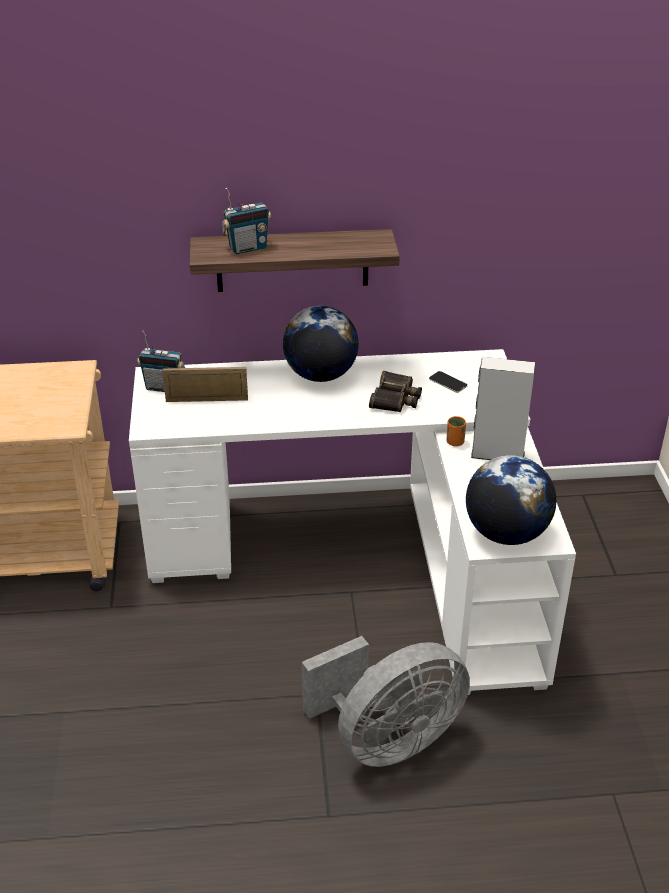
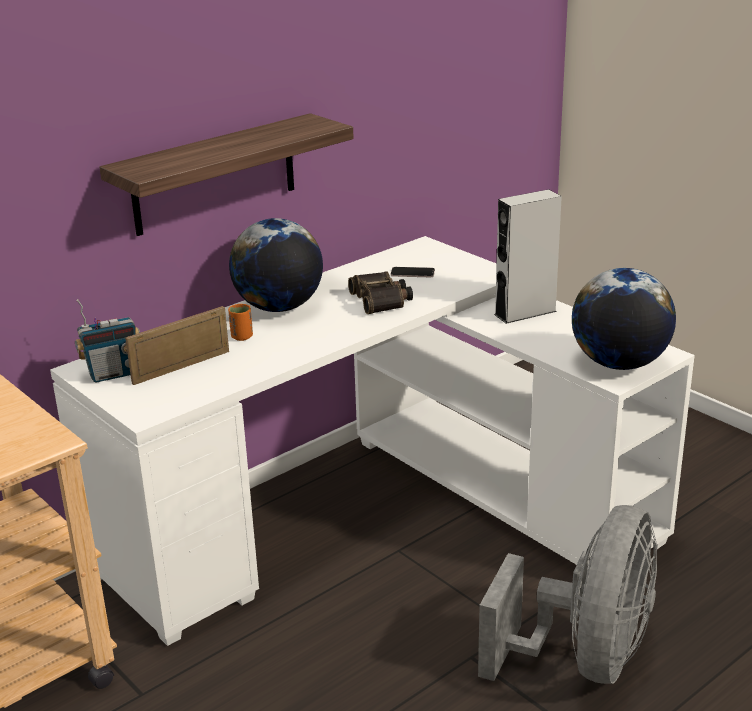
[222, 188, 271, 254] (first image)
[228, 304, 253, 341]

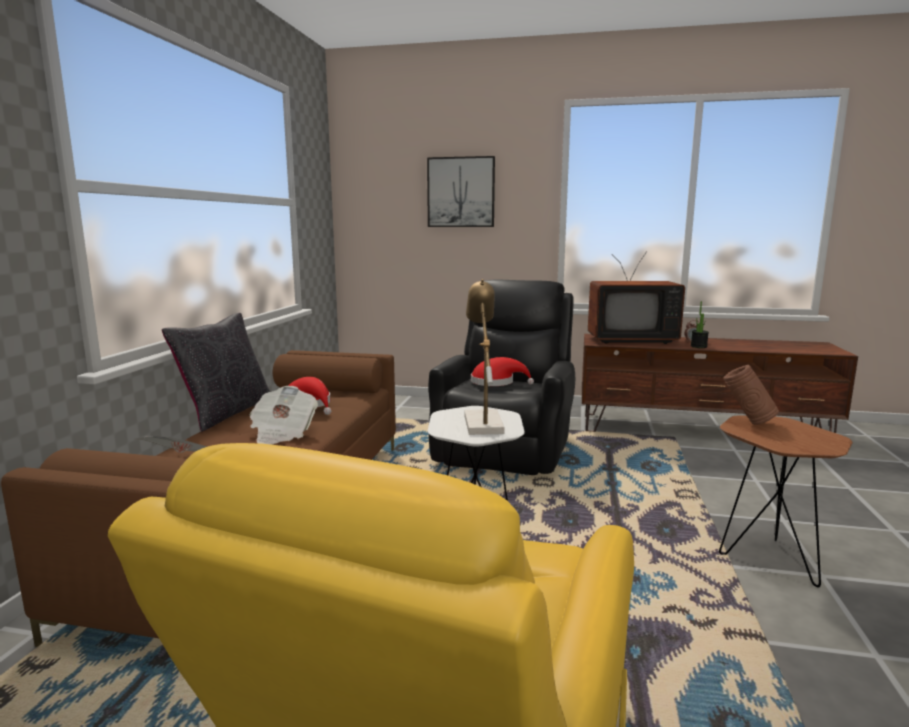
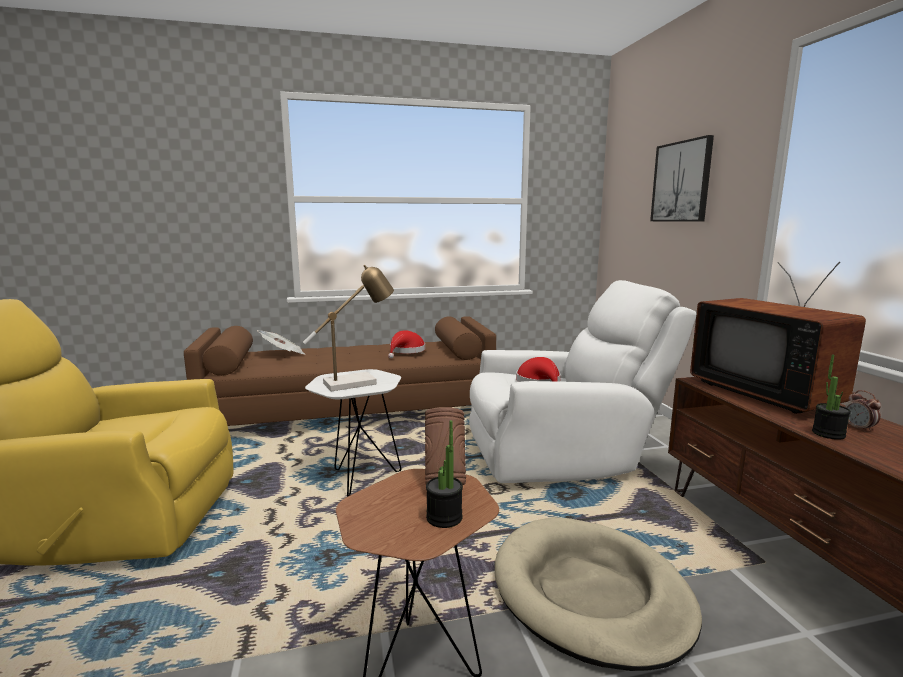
[469, 280, 697, 483]
[162, 313, 270, 432] (first image)
[249, 386, 318, 445] (first image)
[426, 420, 463, 528]
[495, 517, 702, 671]

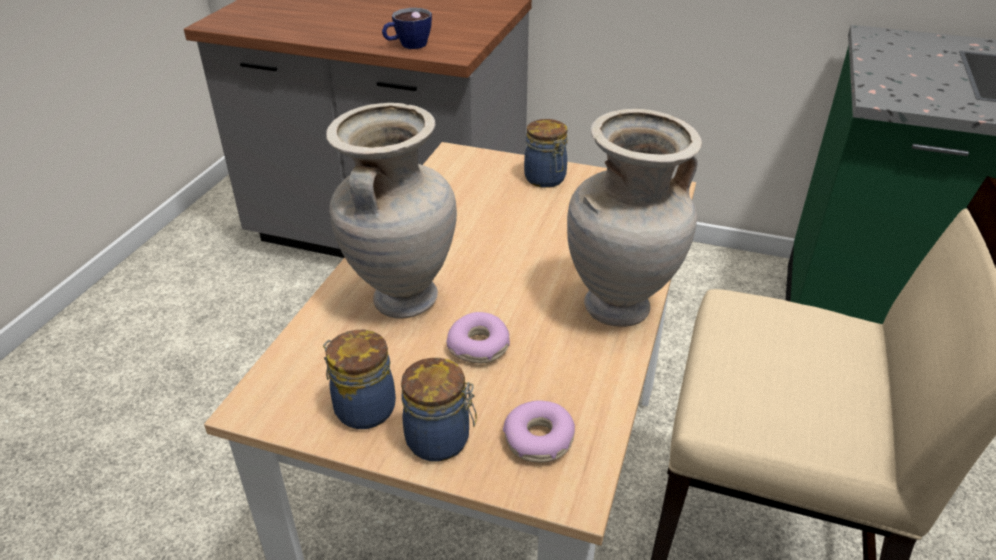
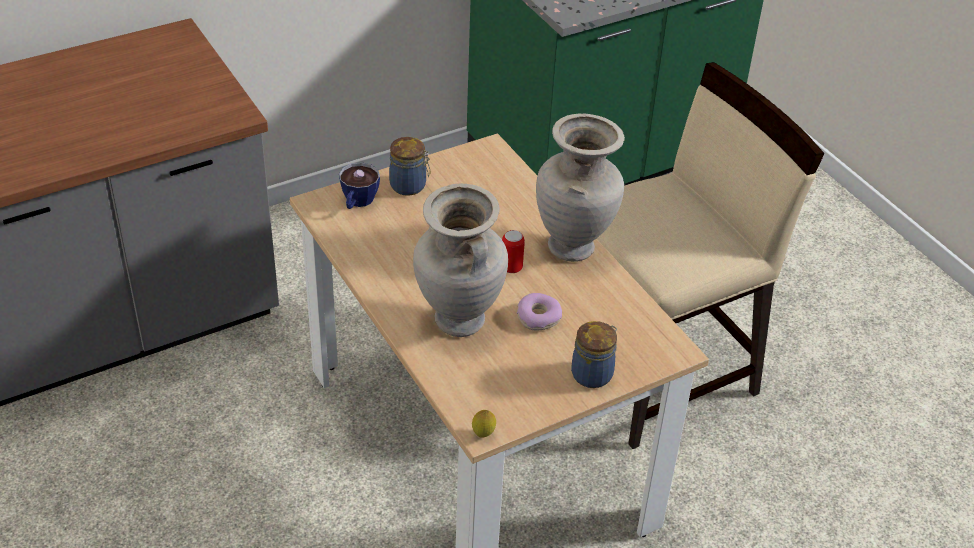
[339, 162, 380, 209]
[323, 330, 396, 429] (first image)
[503, 401, 575, 463] (first image)
[502, 230, 525, 273]
[472, 410, 496, 438]

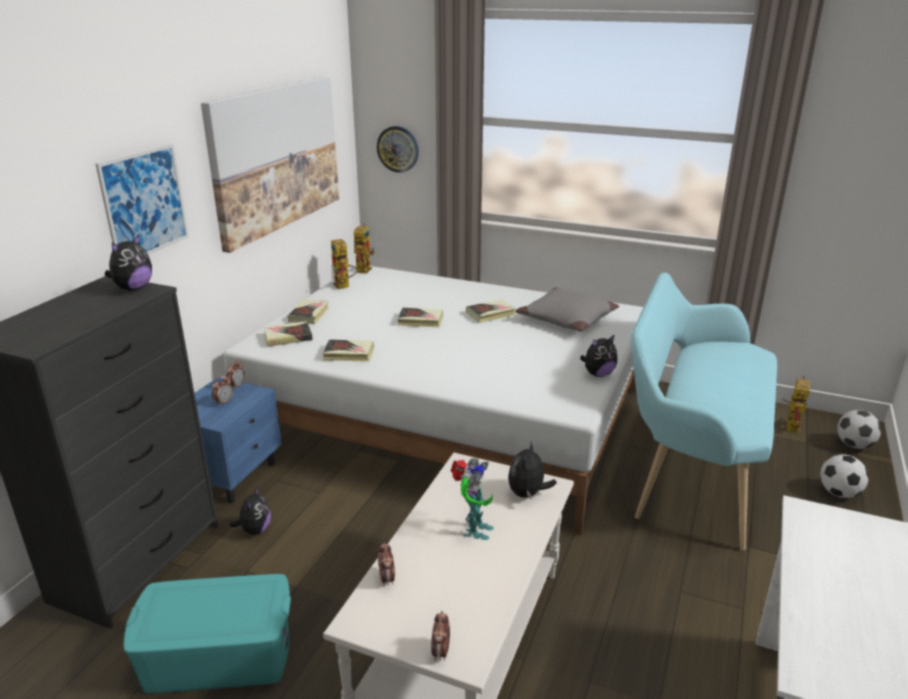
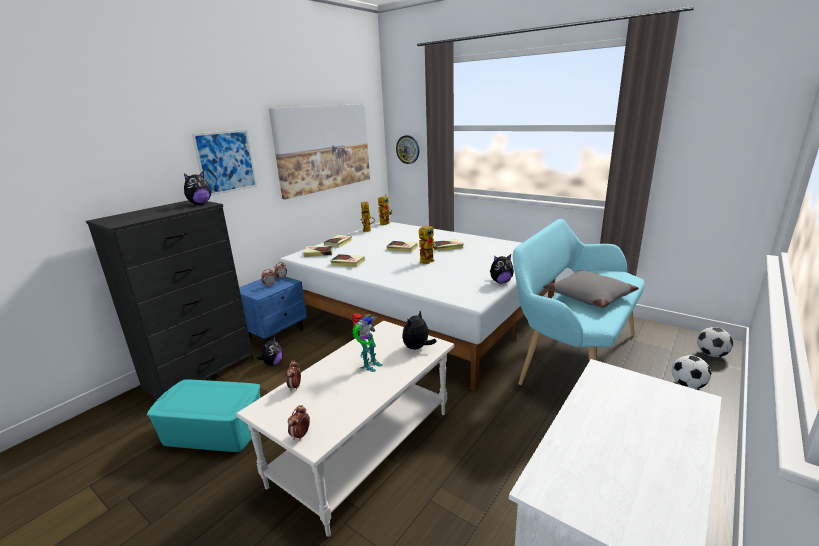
[543, 270, 639, 308]
[419, 223, 438, 265]

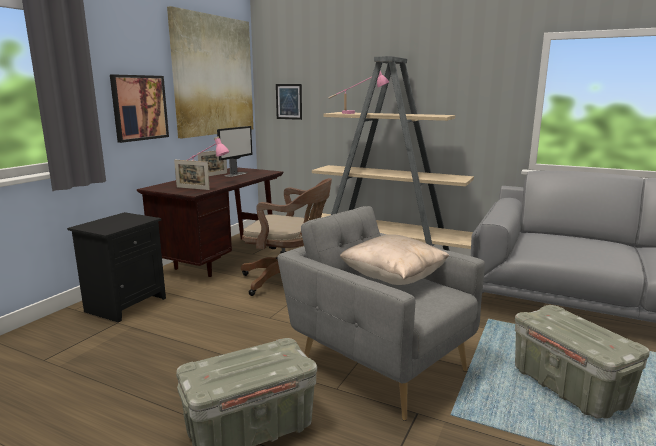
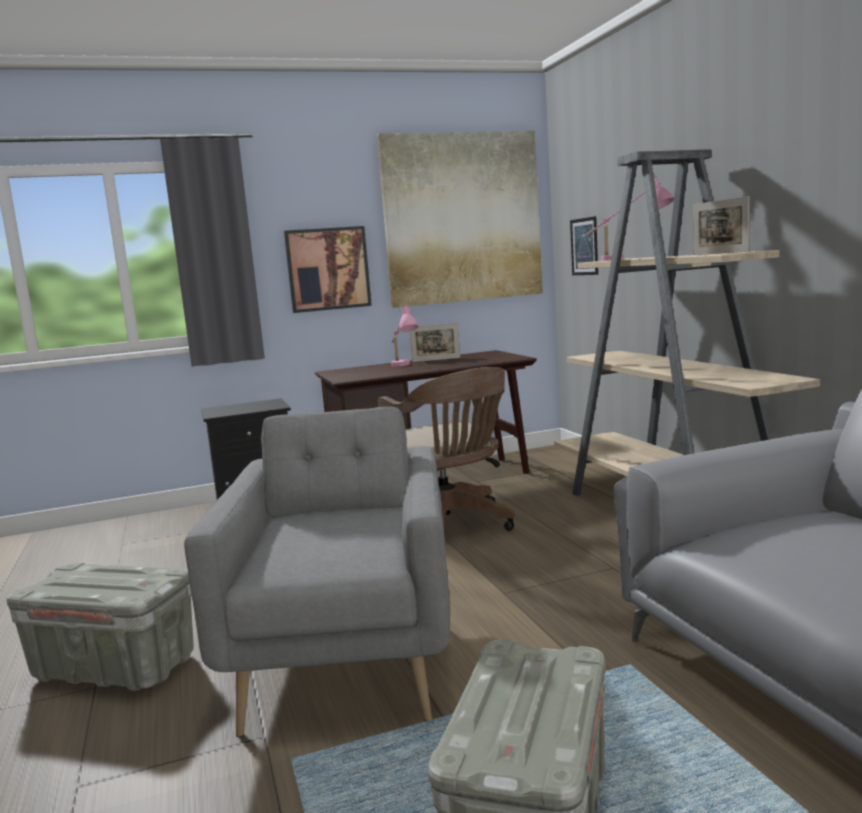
[217, 126, 252, 177] (first image)
[693, 196, 749, 255]
[340, 234, 449, 285] (first image)

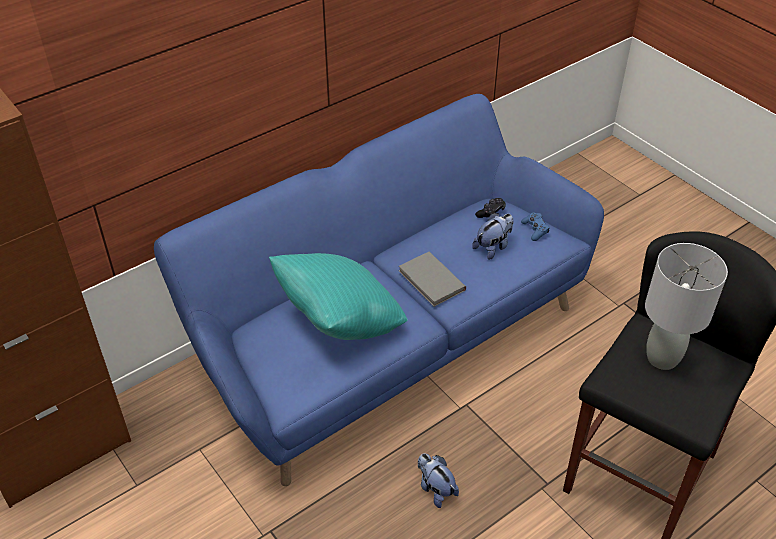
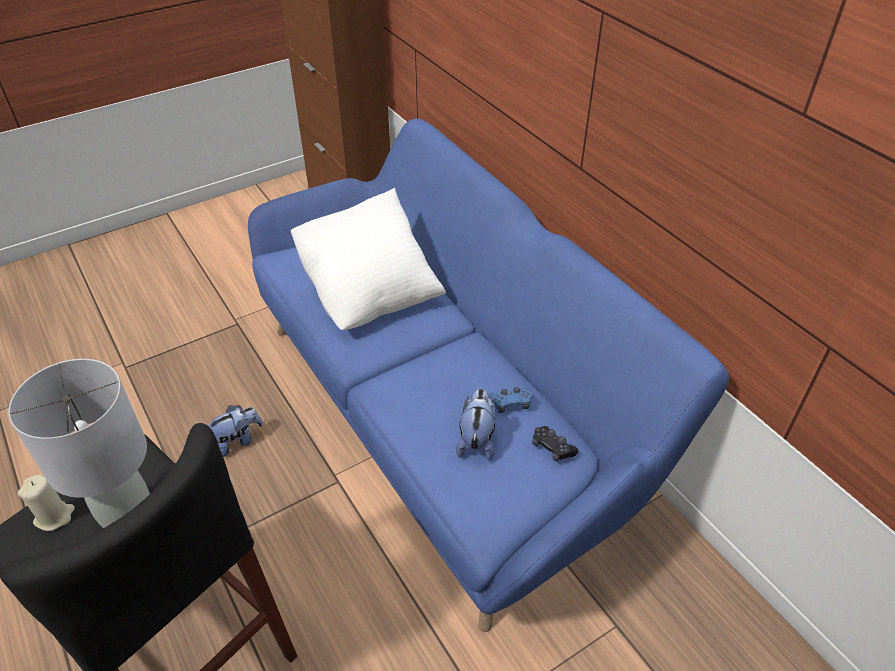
[456, 389, 495, 461]
[489, 387, 532, 413]
[399, 251, 466, 307] (first image)
[291, 188, 446, 330]
[18, 475, 75, 531]

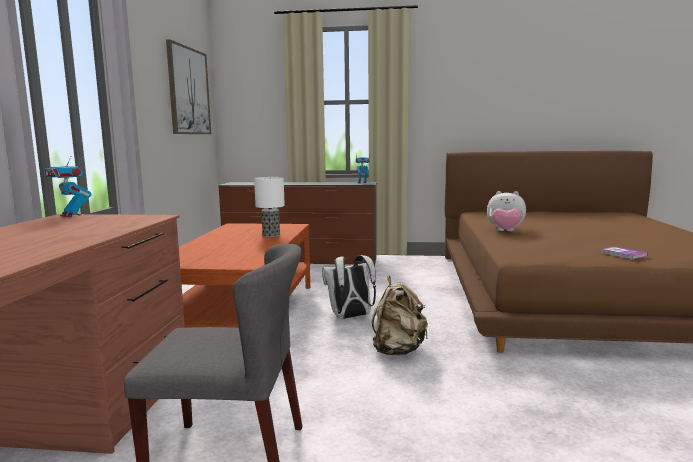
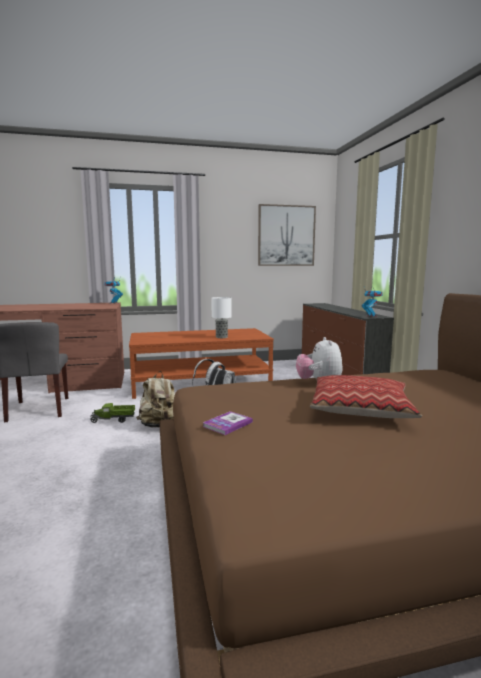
[310, 375, 422, 418]
[90, 403, 135, 423]

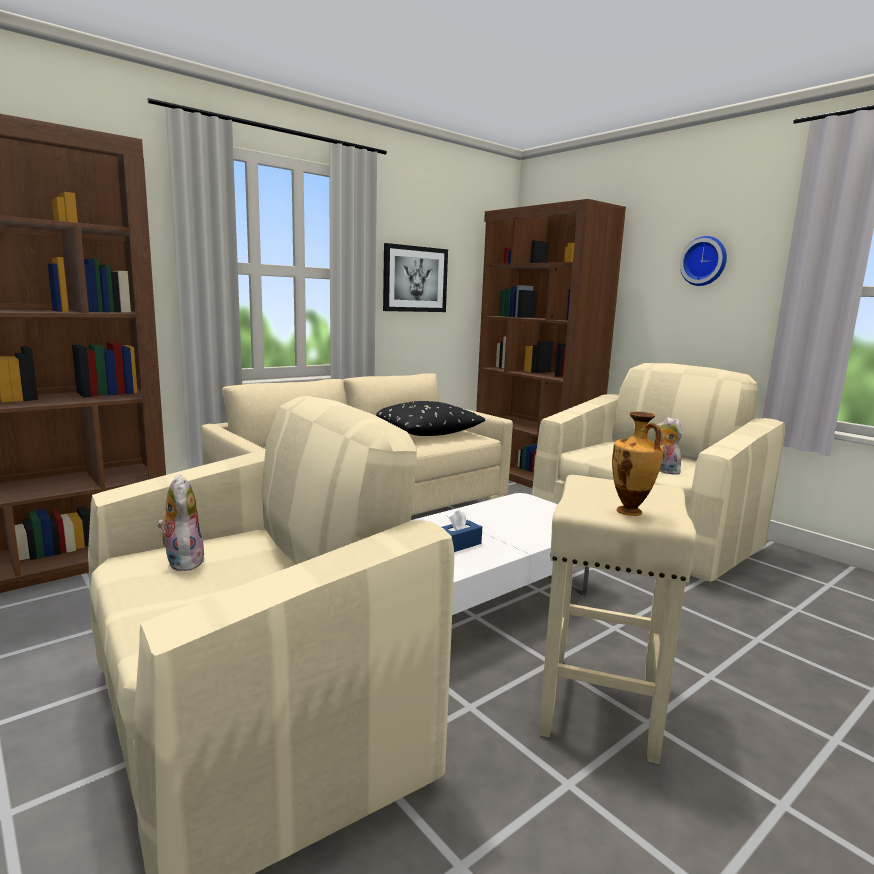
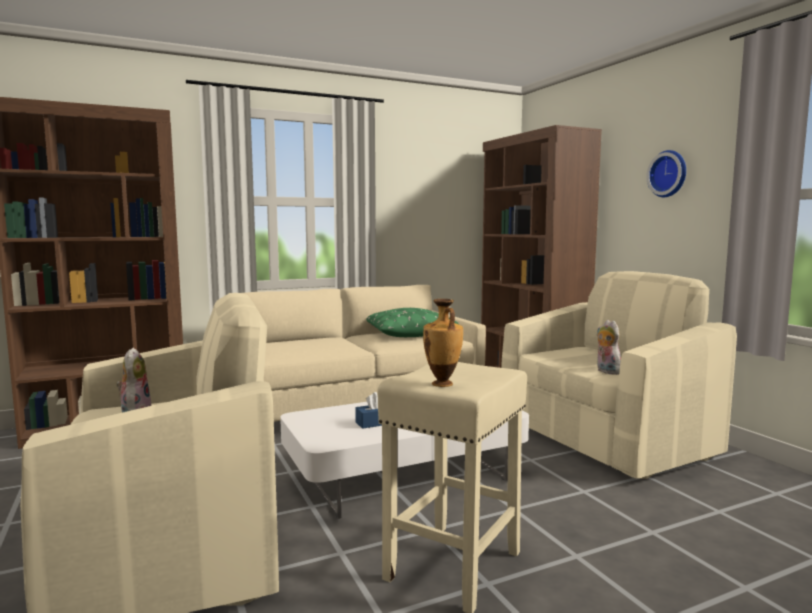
[383, 243, 448, 312] (first image)
[366, 308, 459, 337]

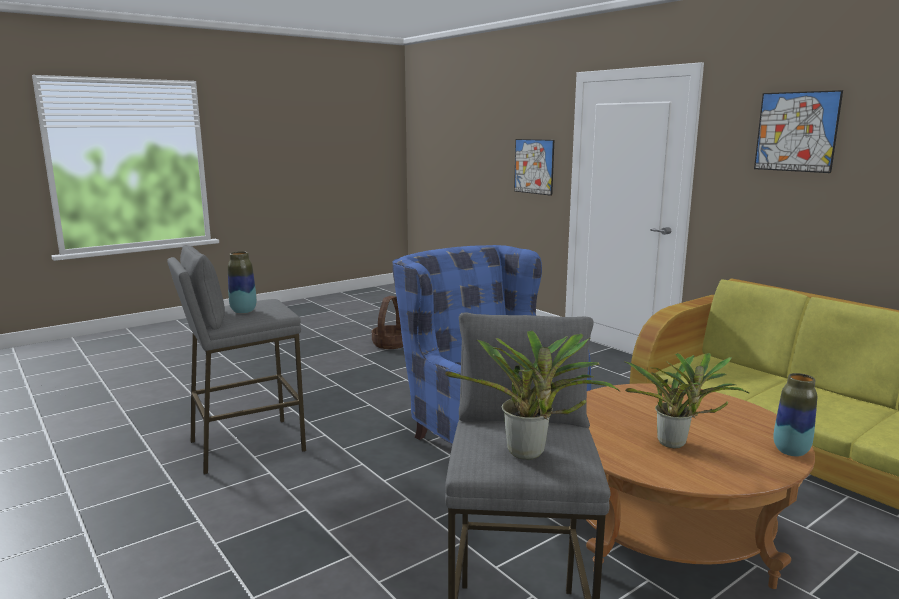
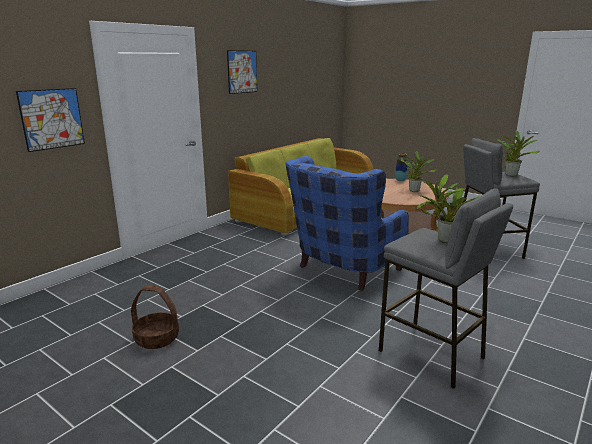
[416, 174, 482, 243]

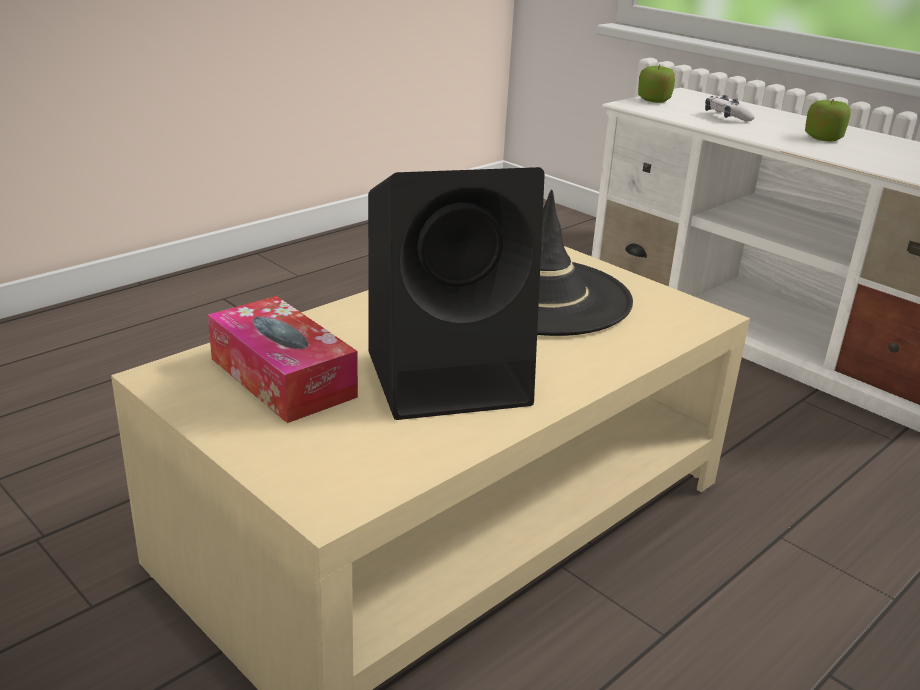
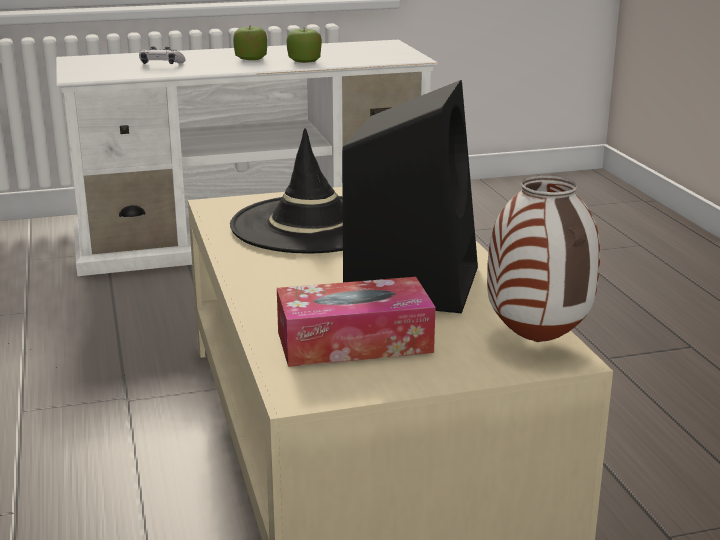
[286, 29, 322, 63]
[487, 176, 600, 342]

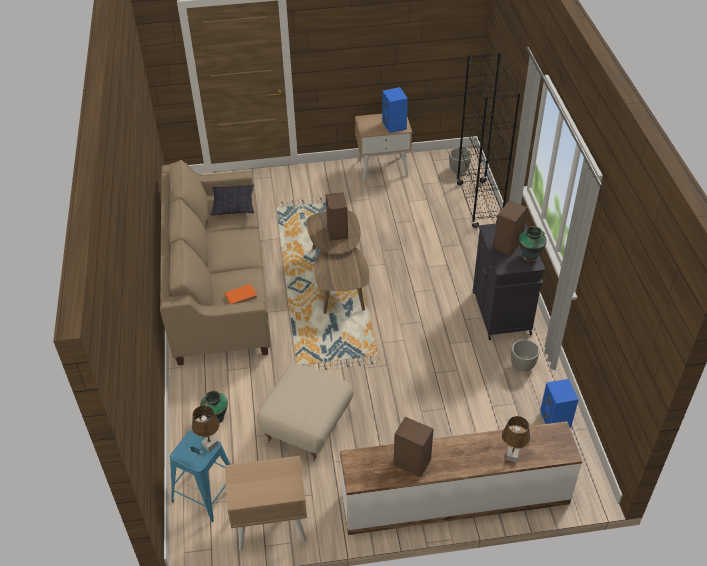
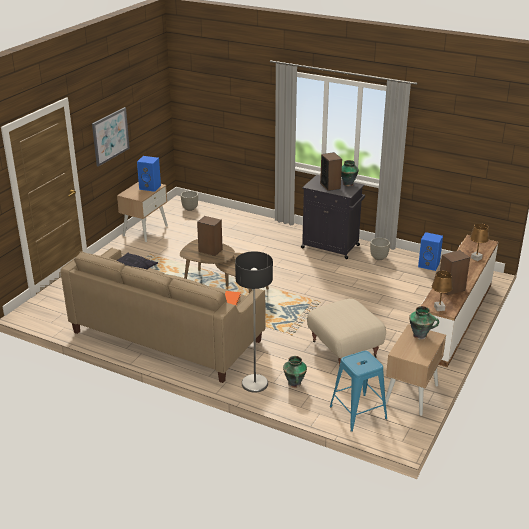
[456, 52, 521, 228] (first image)
[432, 271, 453, 311]
[92, 107, 130, 166]
[235, 251, 273, 393]
[409, 306, 439, 340]

